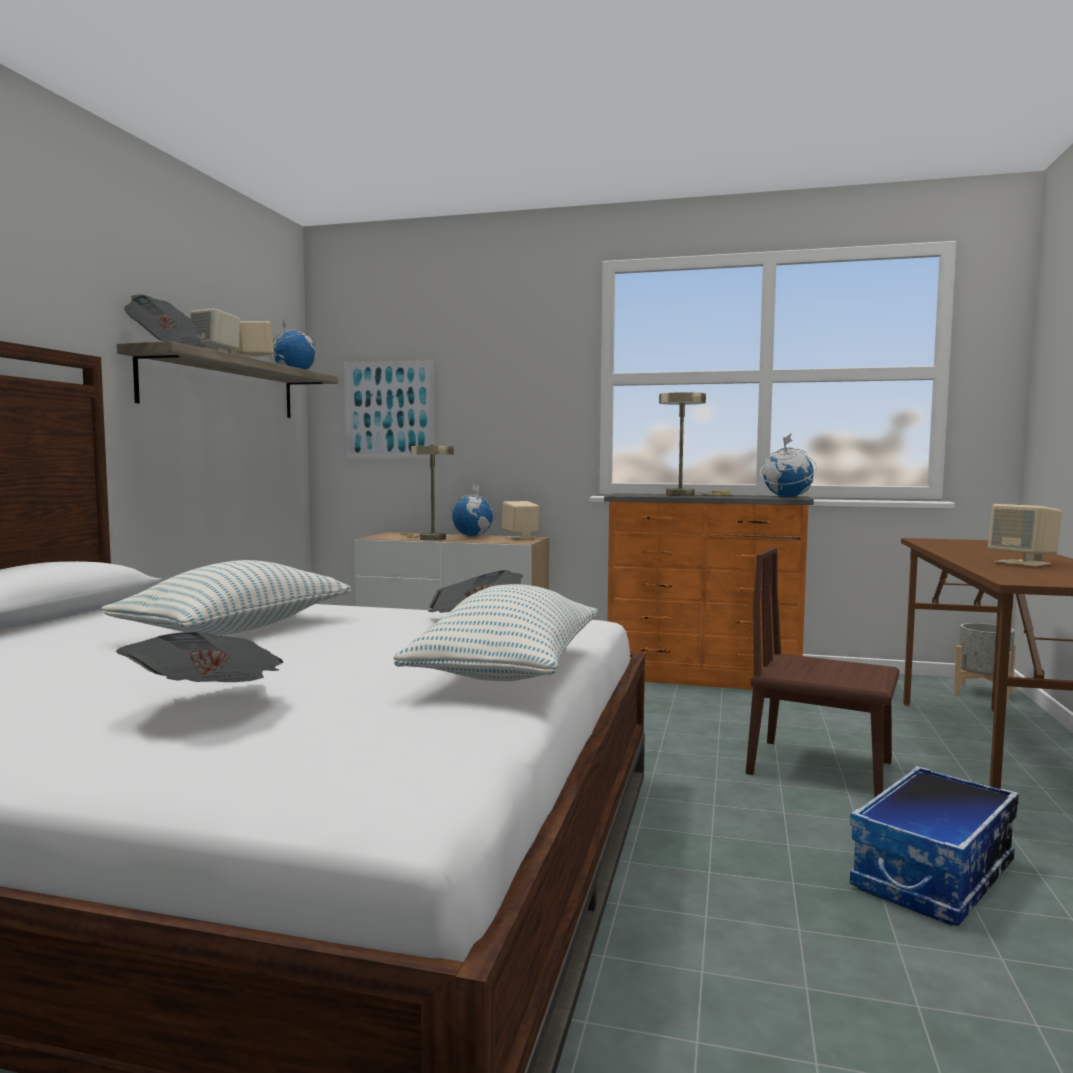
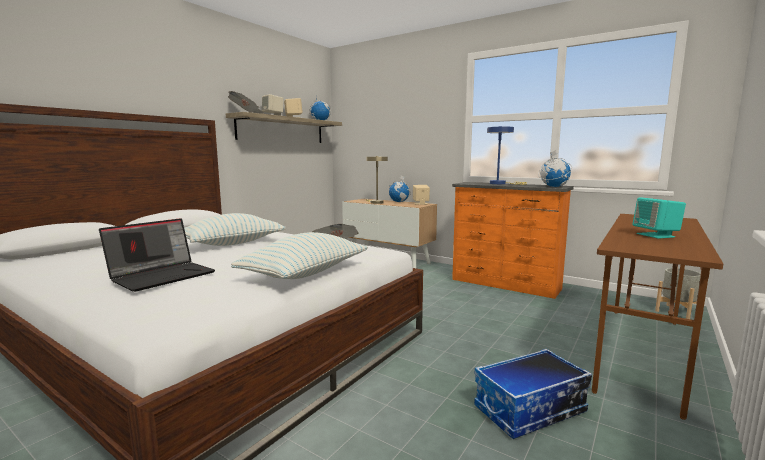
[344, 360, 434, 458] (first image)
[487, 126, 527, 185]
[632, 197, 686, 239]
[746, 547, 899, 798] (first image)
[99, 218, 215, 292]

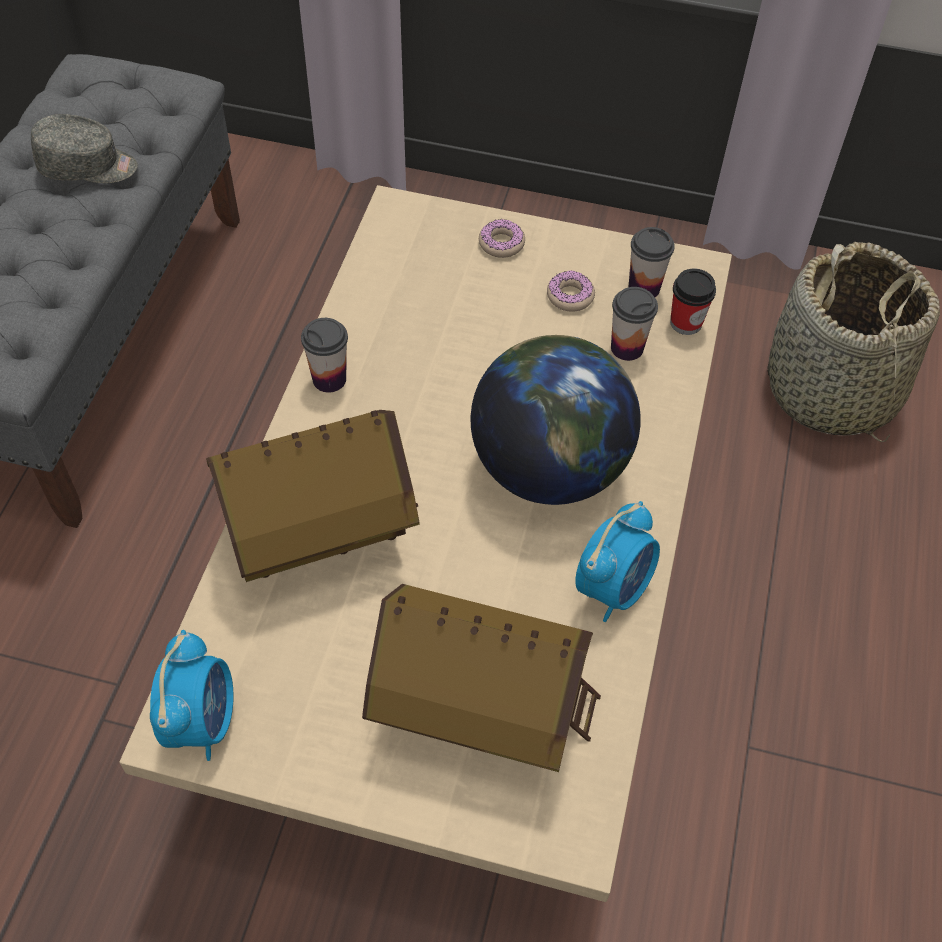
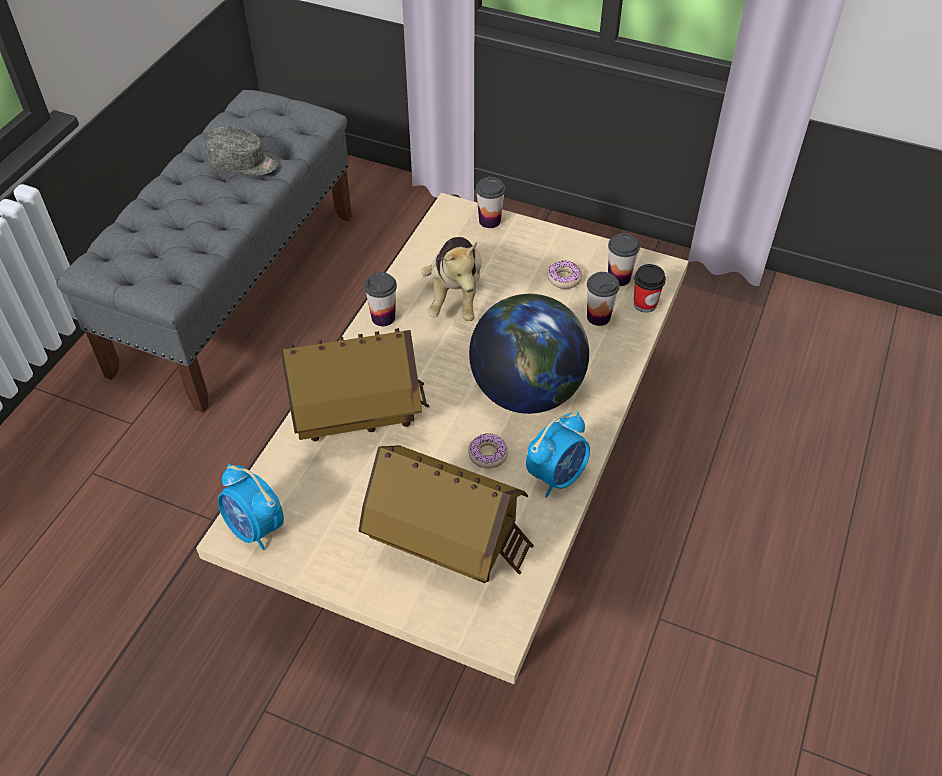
[468, 433, 508, 469]
[767, 242, 940, 442] (first image)
[218, 464, 284, 550]
[476, 177, 505, 228]
[421, 237, 482, 321]

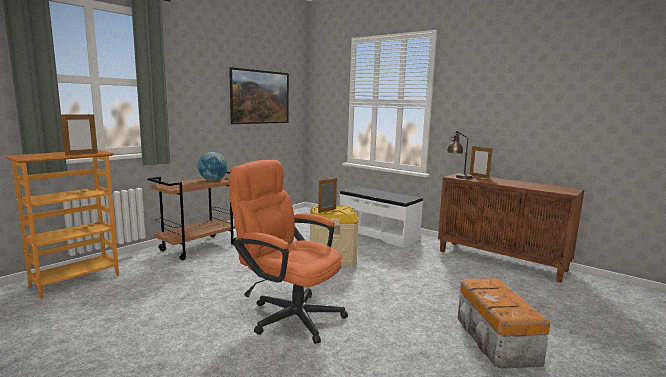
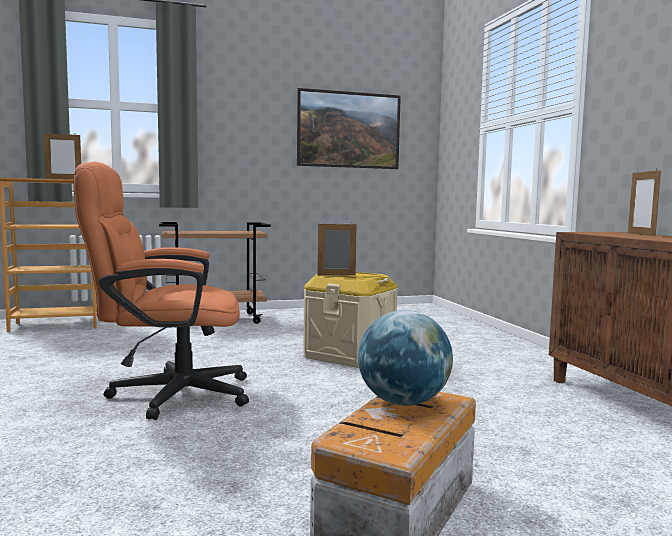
[446, 131, 473, 179] (first image)
[358, 310, 453, 406]
[73, 162, 249, 420]
[340, 187, 423, 248] (first image)

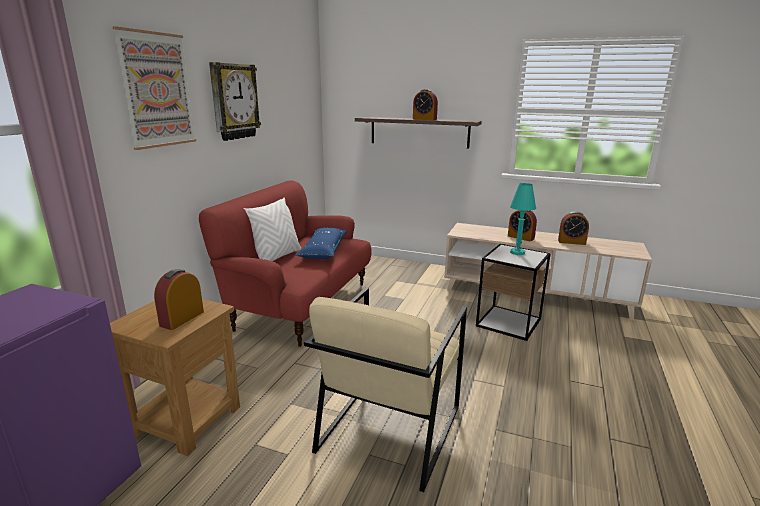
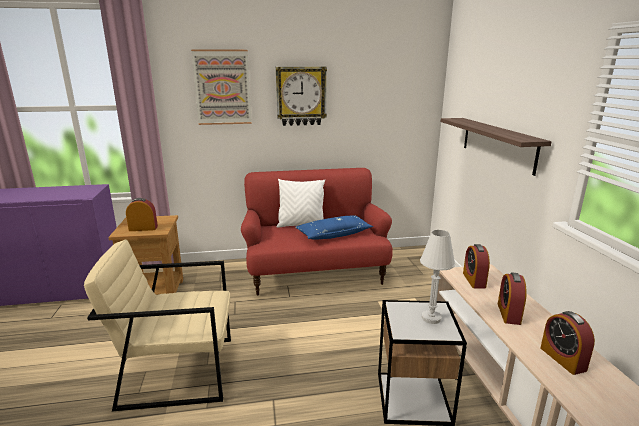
[463, 244, 490, 288]
[420, 230, 455, 324]

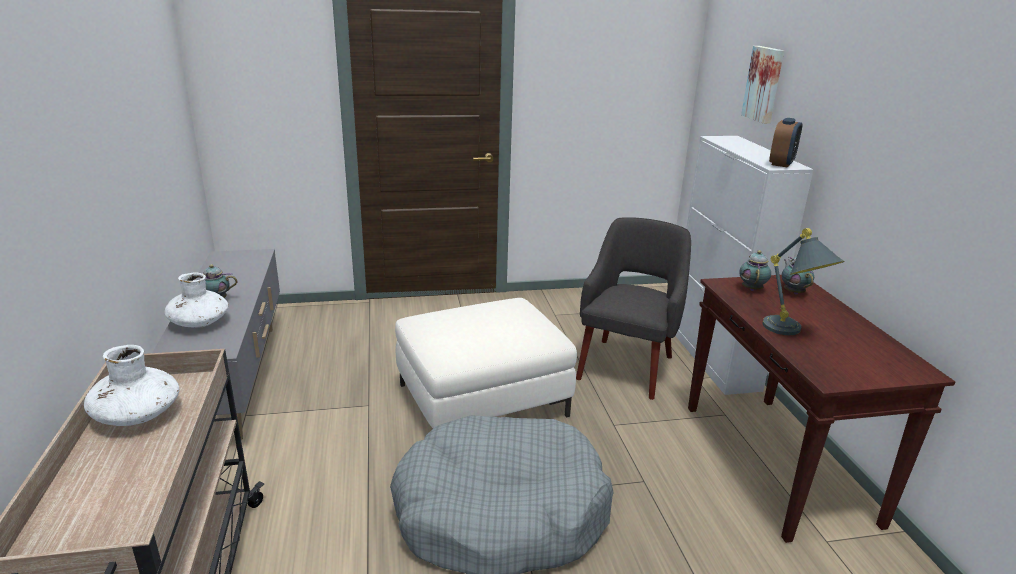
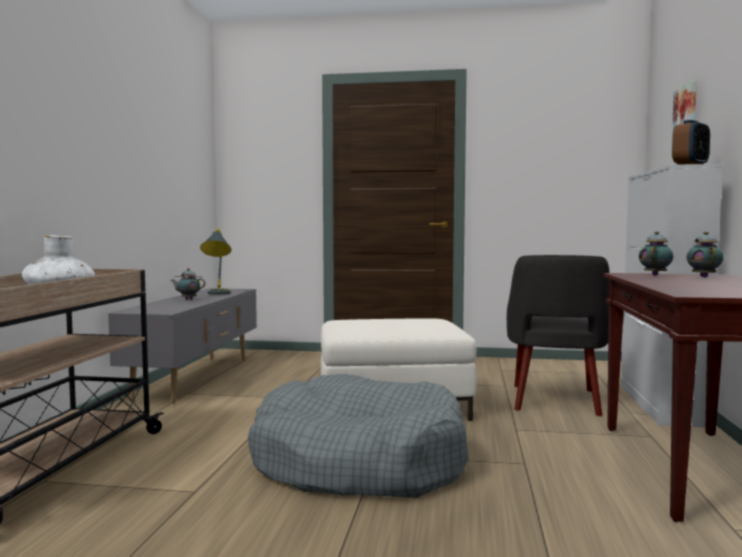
[507, 255, 610, 416]
[200, 228, 231, 295]
[164, 273, 228, 328] (first image)

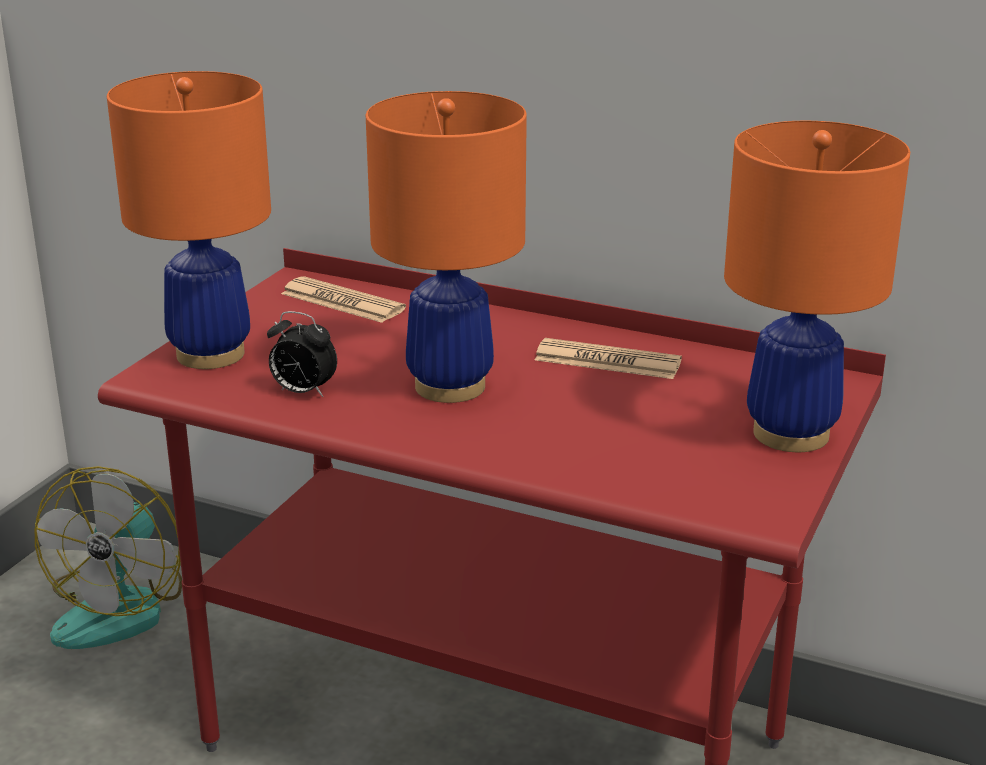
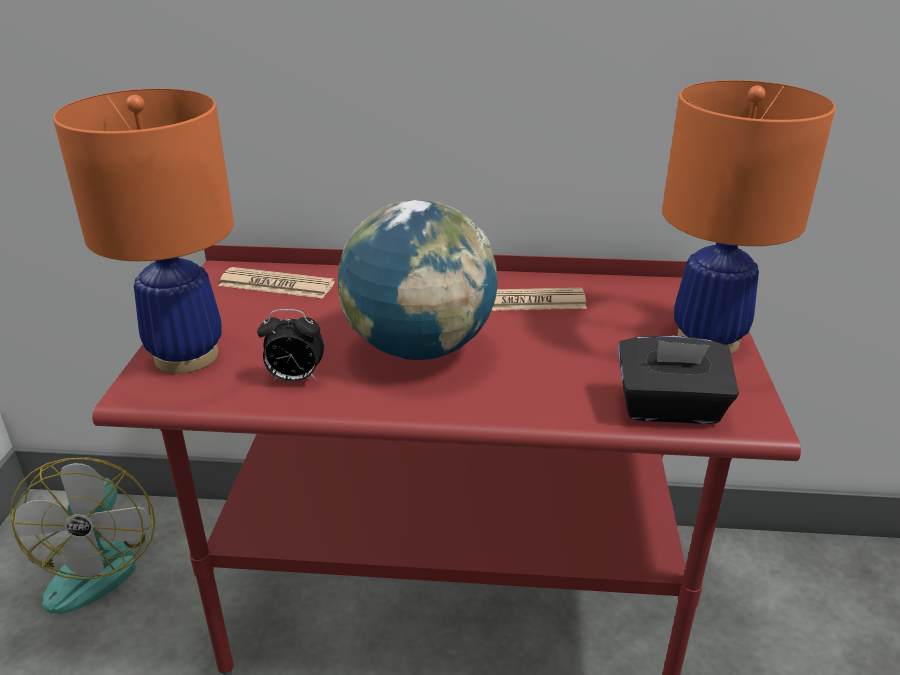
[338, 200, 498, 360]
[618, 336, 739, 424]

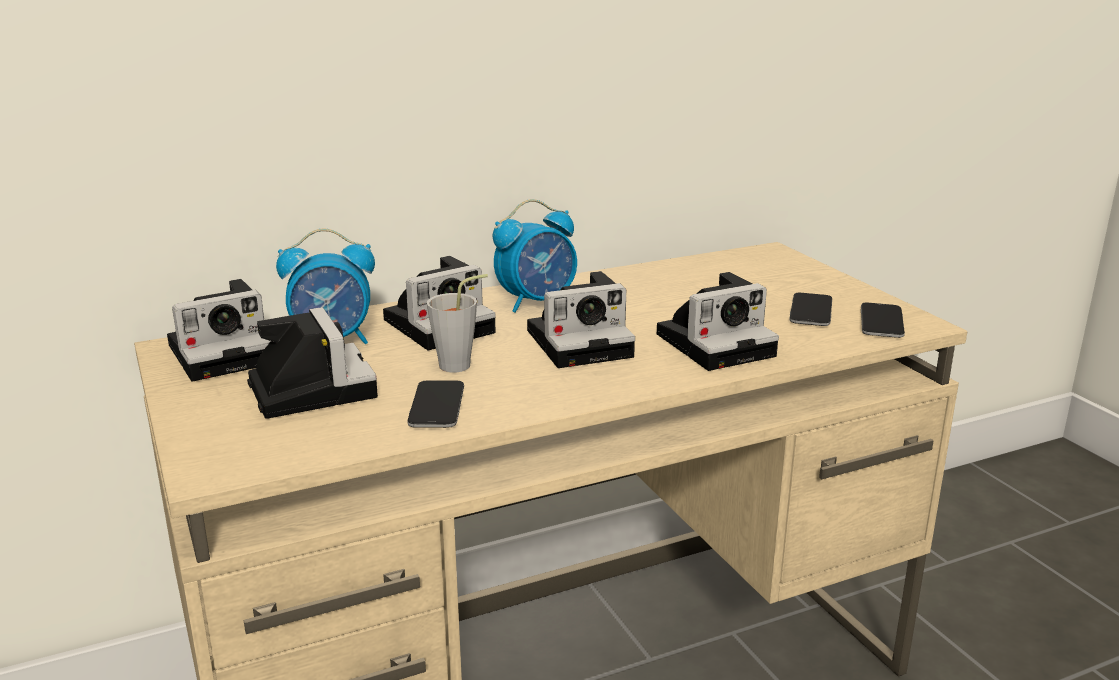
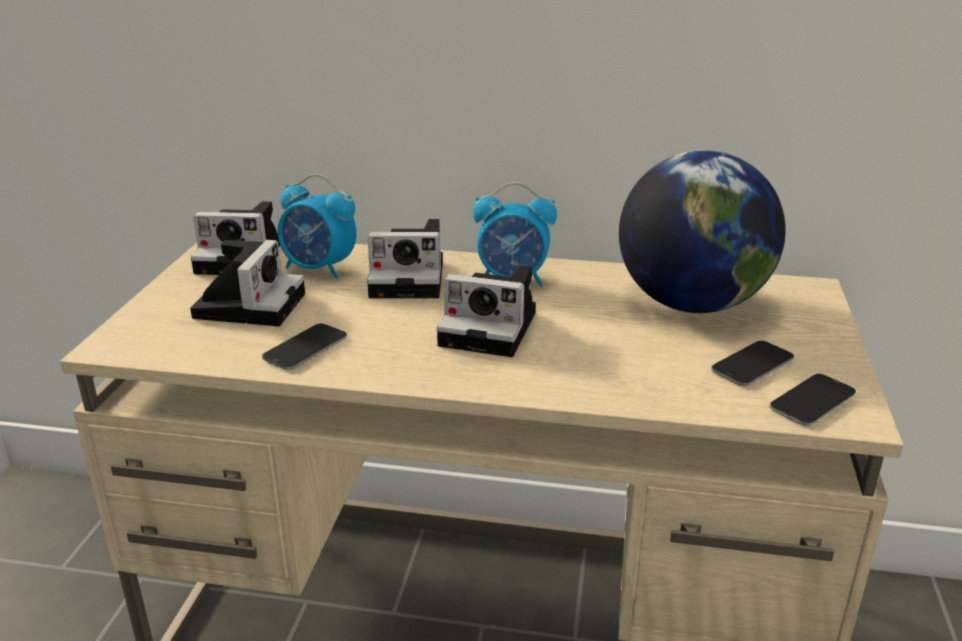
[657, 272, 779, 371] (first image)
[427, 274, 488, 373] (first image)
[619, 150, 786, 313]

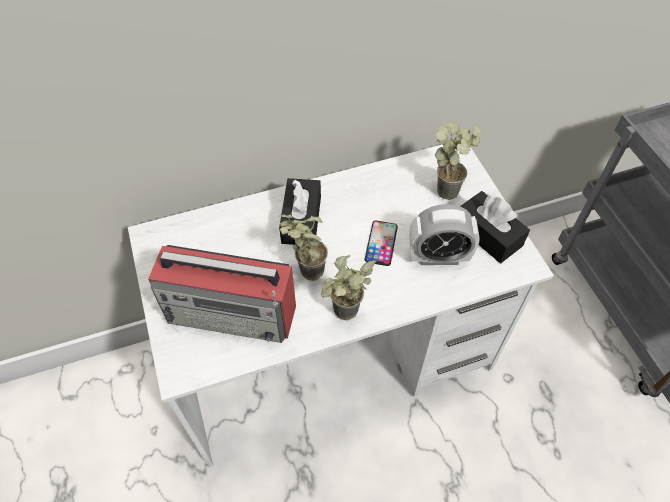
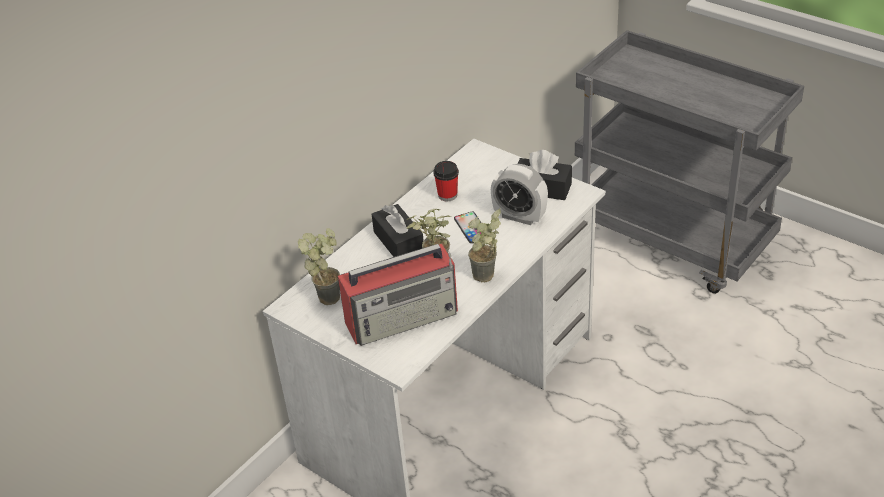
[298, 228, 340, 305]
[491, 164, 548, 225]
[433, 161, 459, 201]

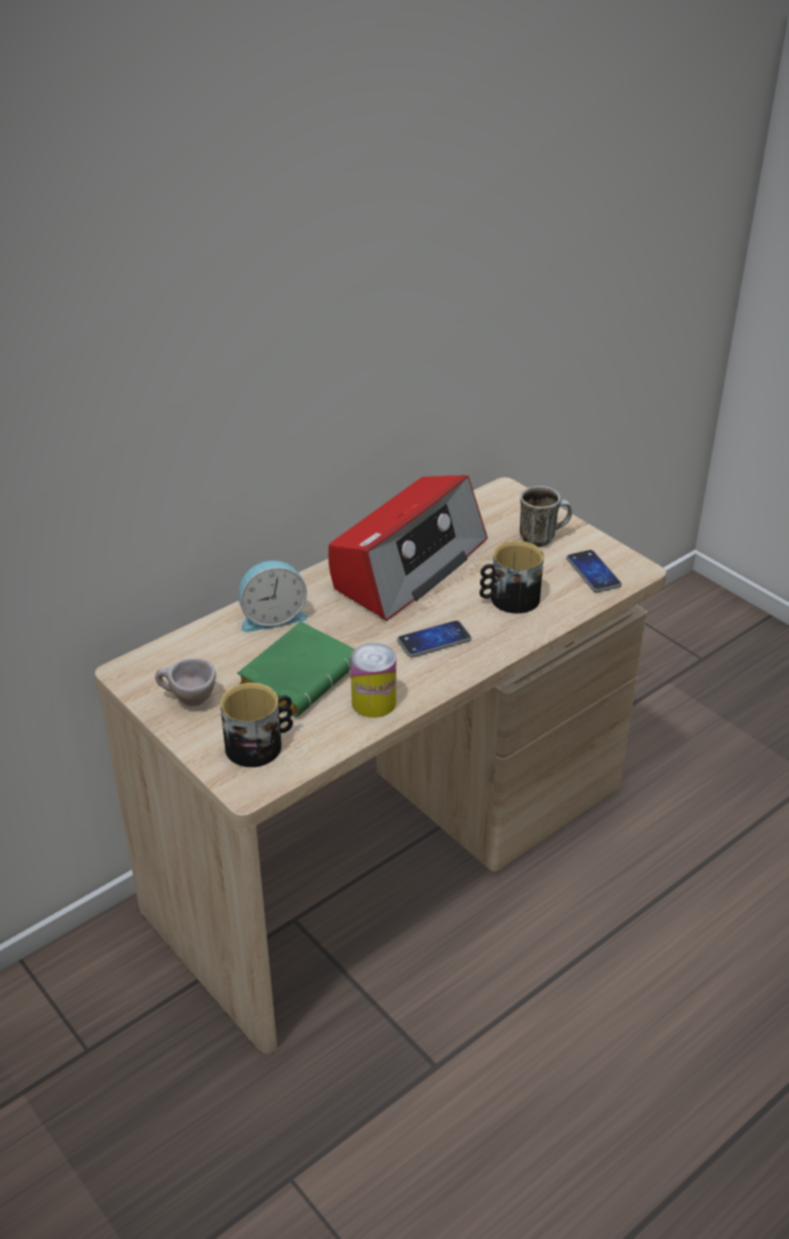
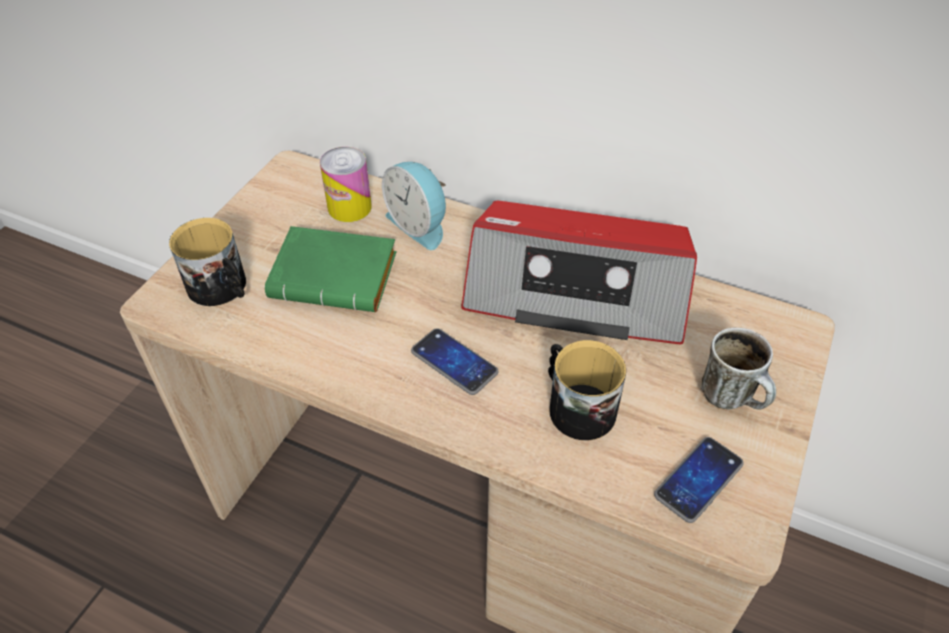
[320, 147, 372, 222]
[155, 658, 216, 706] (first image)

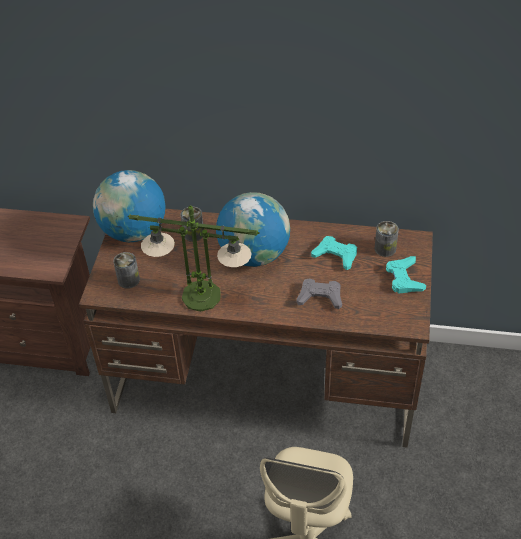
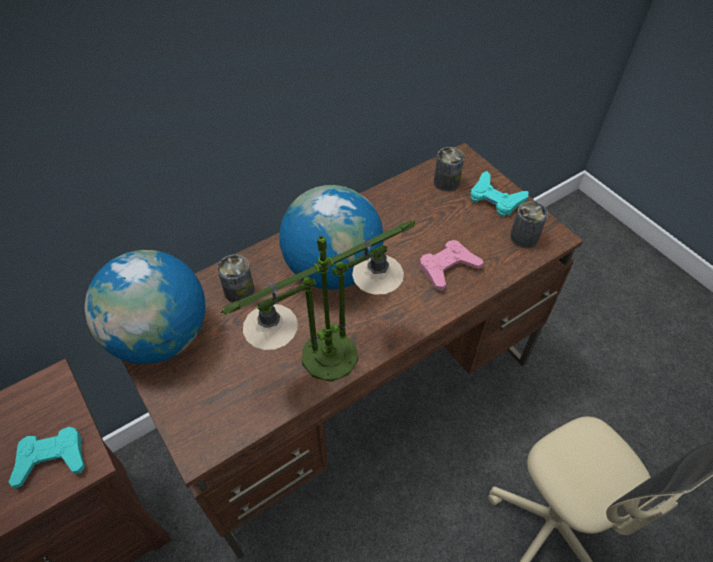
[9, 427, 85, 489]
[510, 201, 548, 248]
[420, 240, 484, 291]

